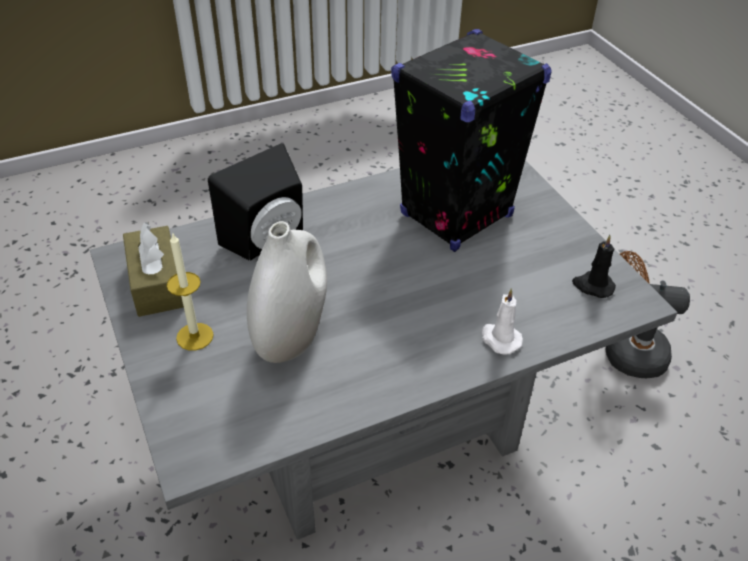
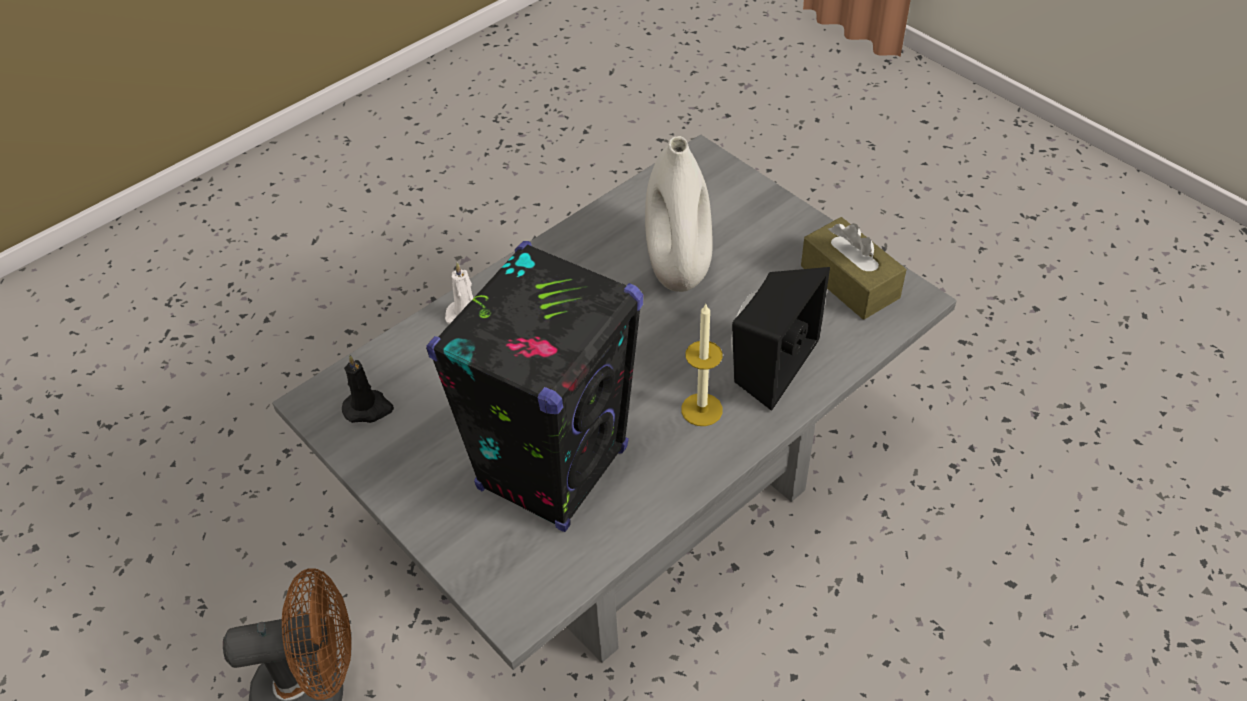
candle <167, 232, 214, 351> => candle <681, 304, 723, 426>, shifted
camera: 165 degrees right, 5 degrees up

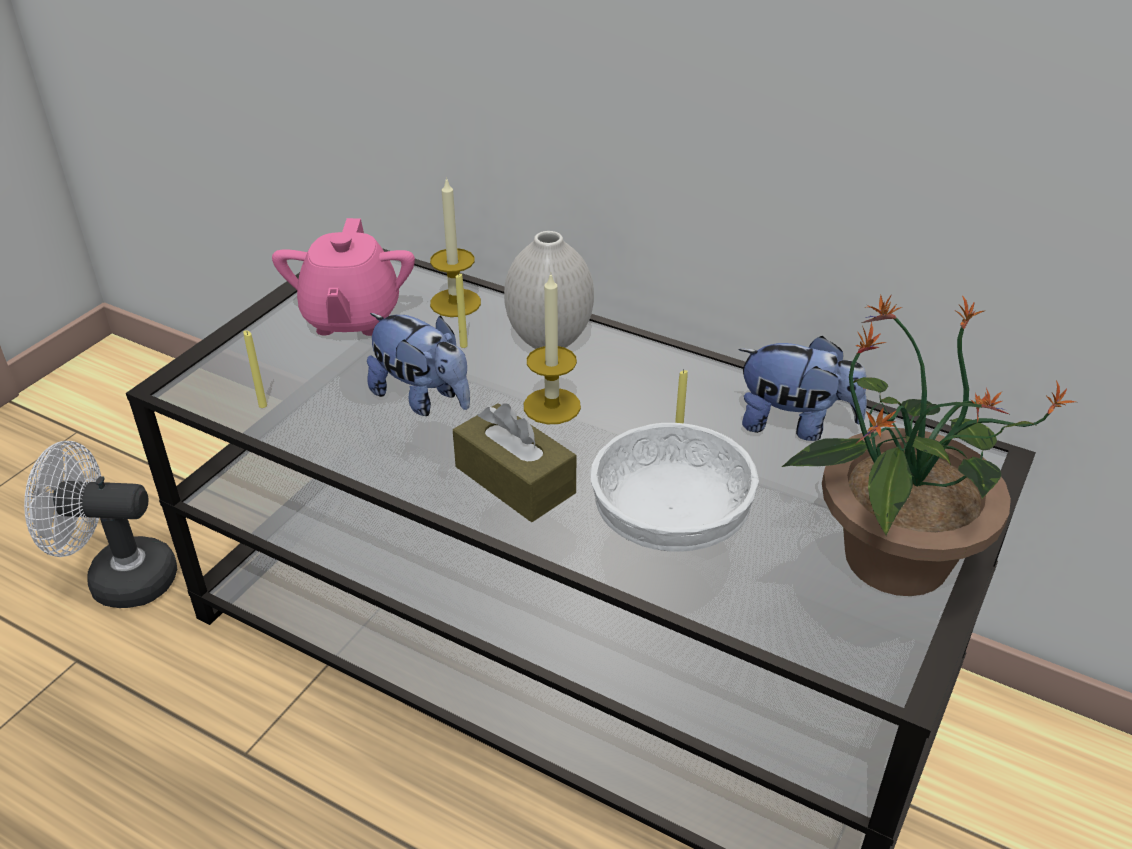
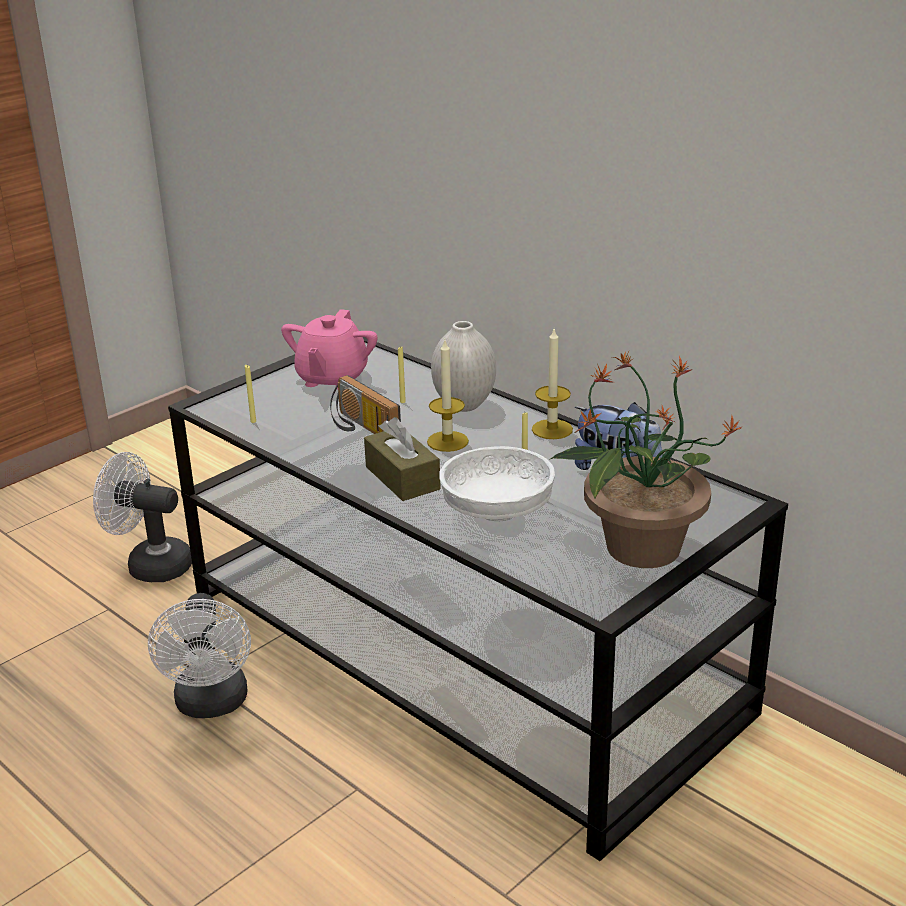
candle <430, 177, 481, 317> => candle <532, 329, 573, 439>, shifted
cuddly toy <367, 313, 470, 416> => radio receiver <330, 375, 401, 434>
nothing => cooling fan/white-coloured <148, 593, 251, 718>
camera: 15 degrees right, 10 degrees down

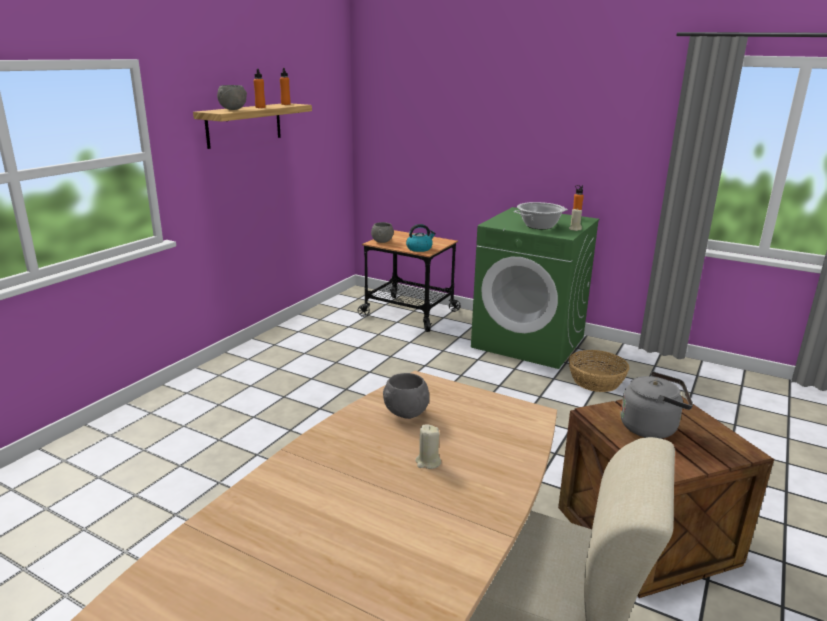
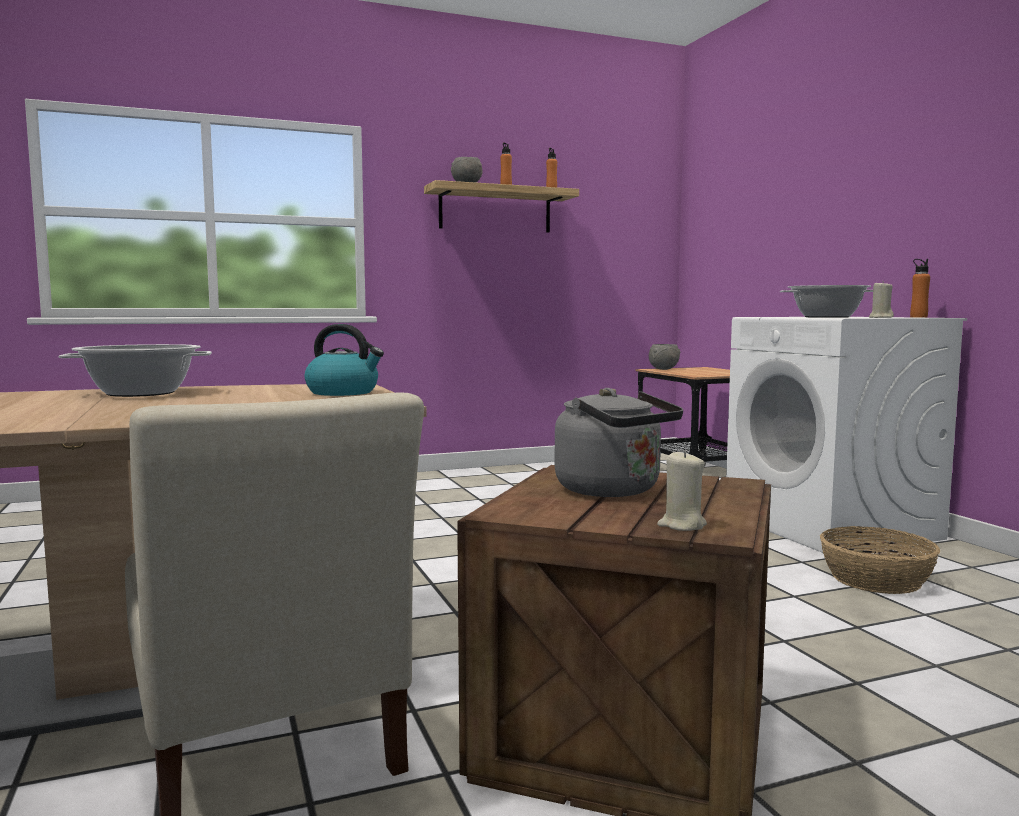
laundry appliance/green-coloured <471, 207, 599, 369> => laundry appliance/white-coloured <726, 317, 967, 553>
tea kettle <406, 224, 436, 252> => tea kettle <305, 324, 384, 396>, shifted
serving bowl/grey <383, 373, 429, 419> => nothing
candle/sand-coloured <416, 425, 441, 469> => candle/sand-coloured <657, 450, 707, 531>, shifted
nothing => stockpot <59, 344, 212, 397>
camera: 40 degrees right, 15 degrees down

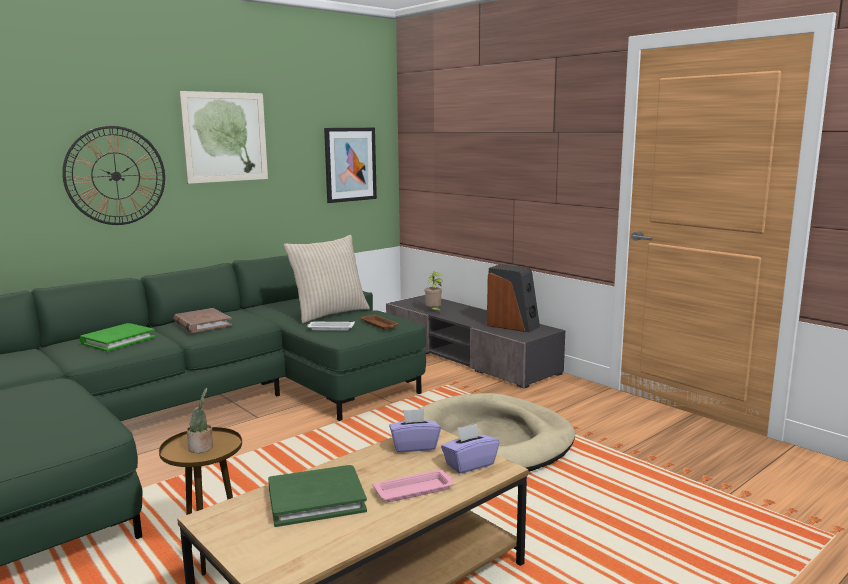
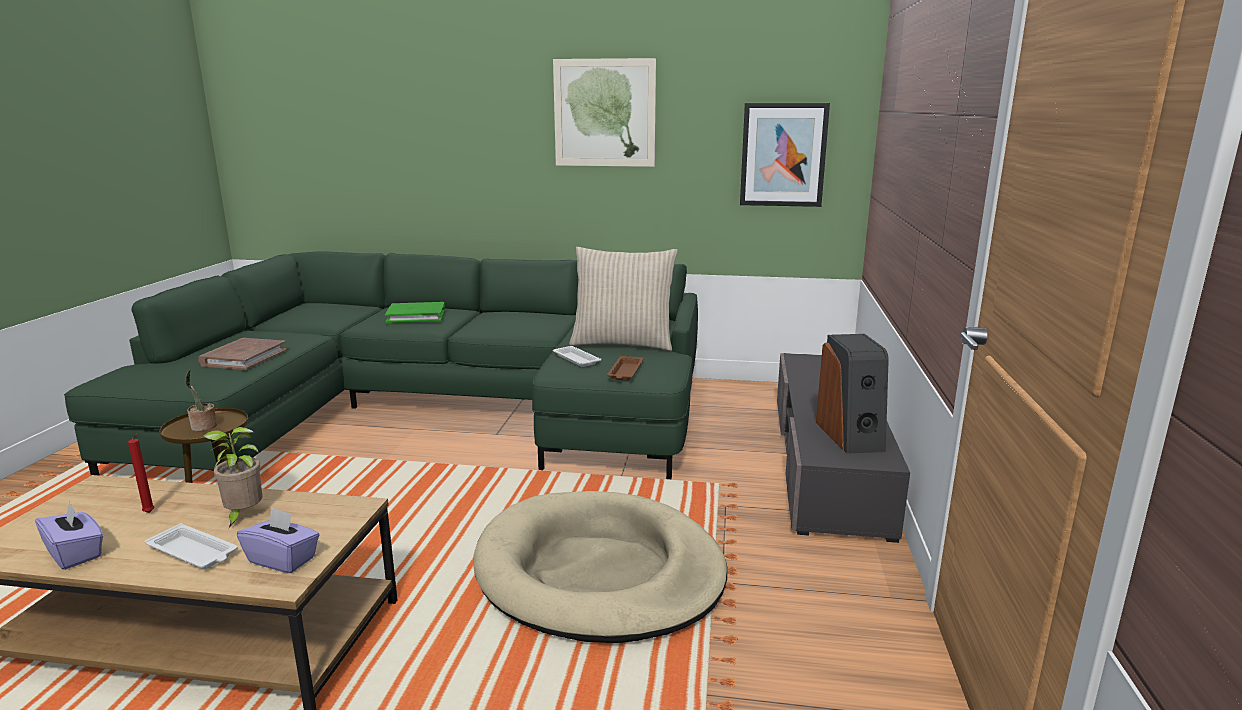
hanging clock <62, 126, 165, 225> => nothing
potted plant <425, 272, 442, 312> => potted plant <202, 427, 263, 528>, shifted
book/brownish <174, 308, 232, 333> => book/brownish <198, 338, 287, 370>, shifted
tissue box/purple-coloured <389, 409, 441, 452> => tissue box/purple-coloured <35, 501, 103, 570>, shifted
book/green-coloured <268, 465, 367, 527> => candle/red-coloured <128, 434, 155, 513>
carrying tray/pink <372, 470, 454, 502> => carrying tray/white-coloured <145, 523, 238, 569>
camera: 50 degrees right, 5 degrees up

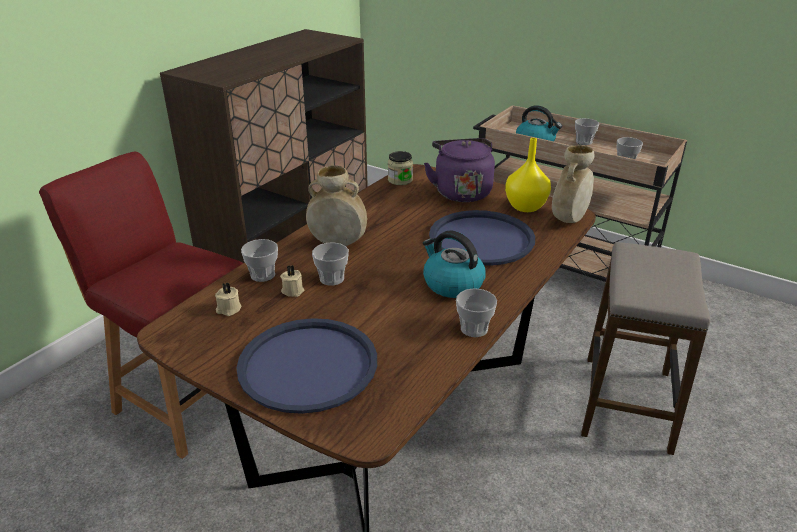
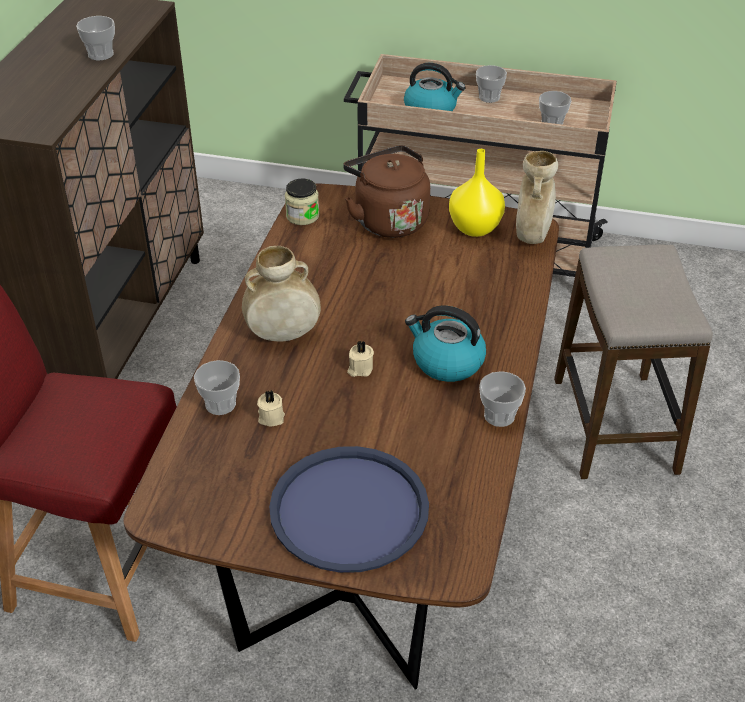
tea kettle/purple-coloured <424, 138, 495, 202> => tea kettle/brownish <343, 145, 430, 238>
carrying tray/bluish <429, 210, 535, 266> => nothing
small cup <312, 243, 349, 286> => small cup <76, 16, 115, 61>, shifted
candle/sand-coloured <215, 282, 241, 316> => candle/sand-coloured <347, 341, 374, 377>, shifted
camera: 20 degrees left, 10 degrees up

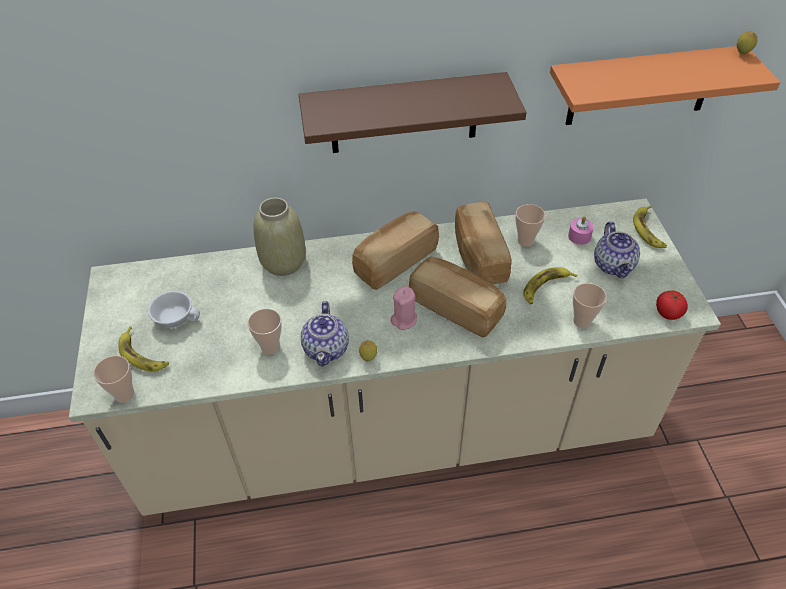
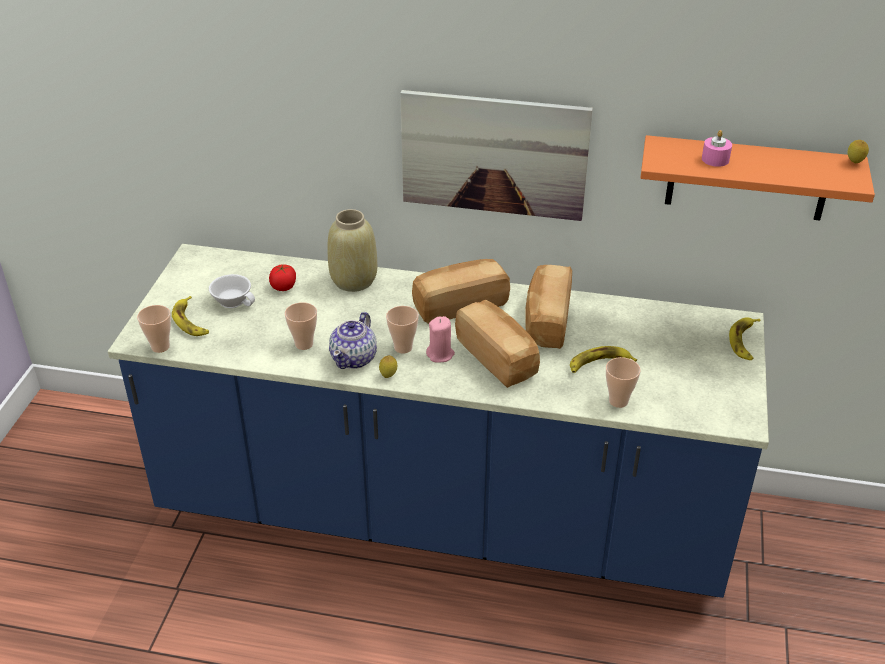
wall shelf/brownish <299, 72, 526, 153> => wall picture <400, 90, 593, 221>
kitchen counter/sand-coloured <69, 199, 721, 516> => kitchen counter/bluish <108, 244, 769, 598>
small cup <515, 204, 545, 247> => small cup <386, 306, 419, 354>, shifted
candle/pink <568, 217, 594, 245> => candle/pink <702, 130, 732, 167>, shifted
teapot <594, 221, 640, 278> => nothing
whole tomato <656, 291, 688, 320> => whole tomato <269, 264, 296, 291>, shifted
camera: 20 degrees right, 10 degrees down

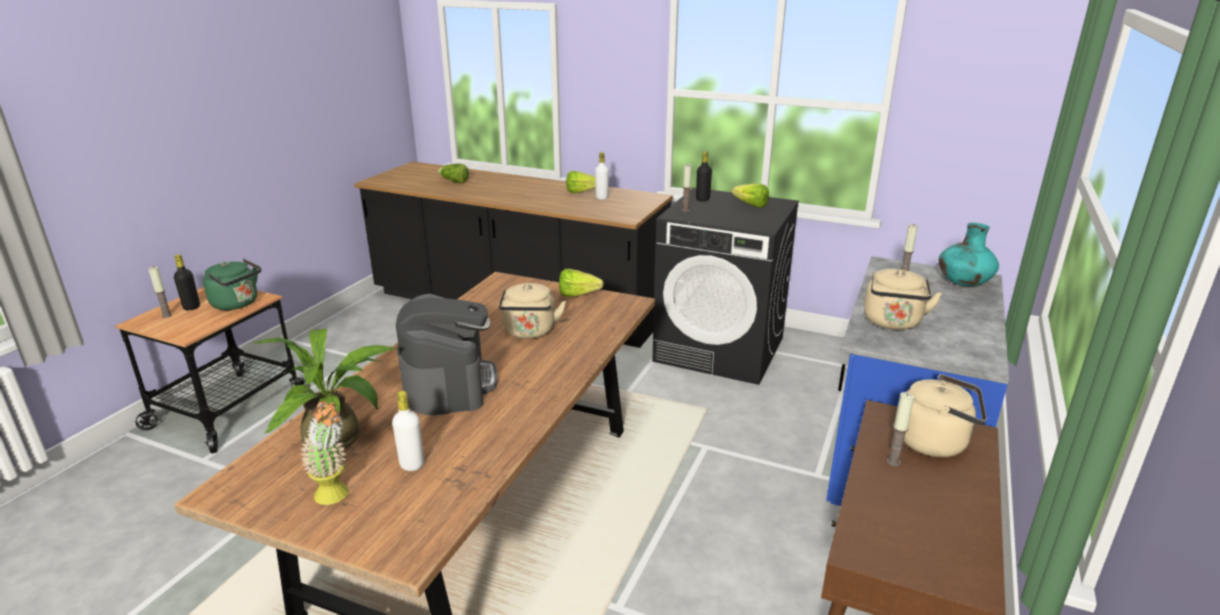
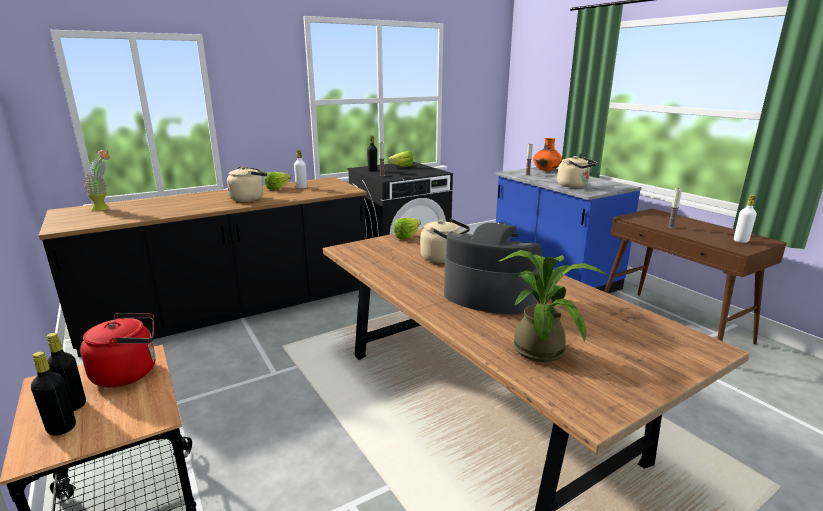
lettuce <437, 164, 469, 183> => nothing
decorative vase/turquoise-coloured <939, 223, 999, 286> => decorative vase/orange <533, 138, 562, 171>
tea kettle/green-coloured <203, 259, 261, 310> => tea kettle/red-coloured <80, 313, 156, 387>
candle <148, 266, 172, 318> => beverage bottle/blackish <31, 352, 76, 435>
tea kettle/sand-coloured <904, 374, 987, 457> => tea kettle/sand-coloured <227, 167, 267, 202>, shifted
beverage bottle/white-coloured <392, 391, 424, 471> => beverage bottle/white-coloured <734, 195, 757, 243>, shifted
potted plant <301, 401, 349, 505> => potted plant <83, 149, 110, 211>, shifted
camera: 55 degrees left, 5 degrees down

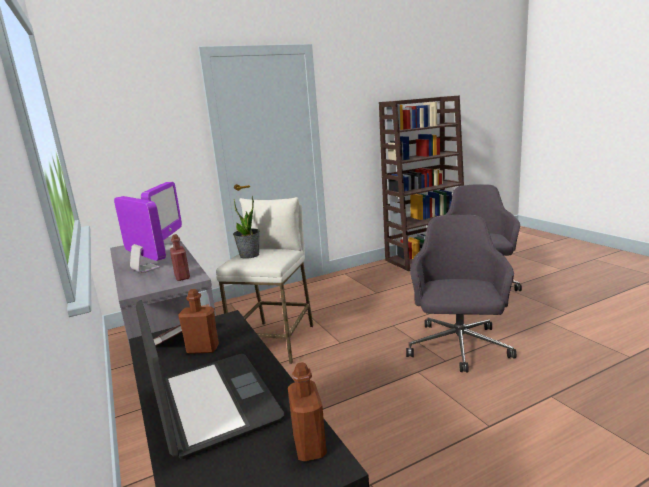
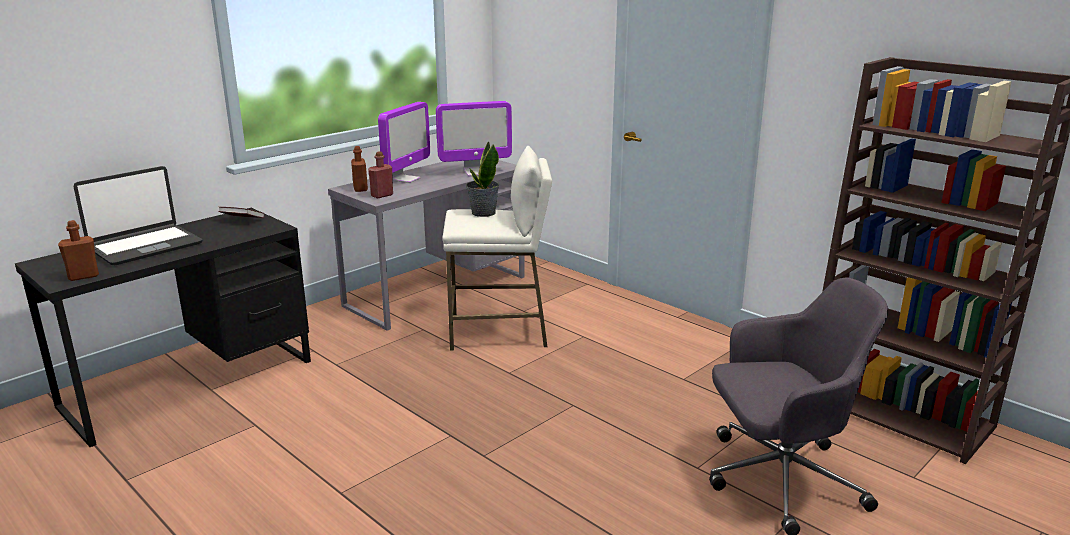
desk chair/grey <406, 215, 516, 372> => nothing
beverage bottle/brownish <178, 289, 219, 354> => beverage bottle/brownish <351, 146, 368, 192>, shifted
camera: 70 degrees right, 5 degrees up

